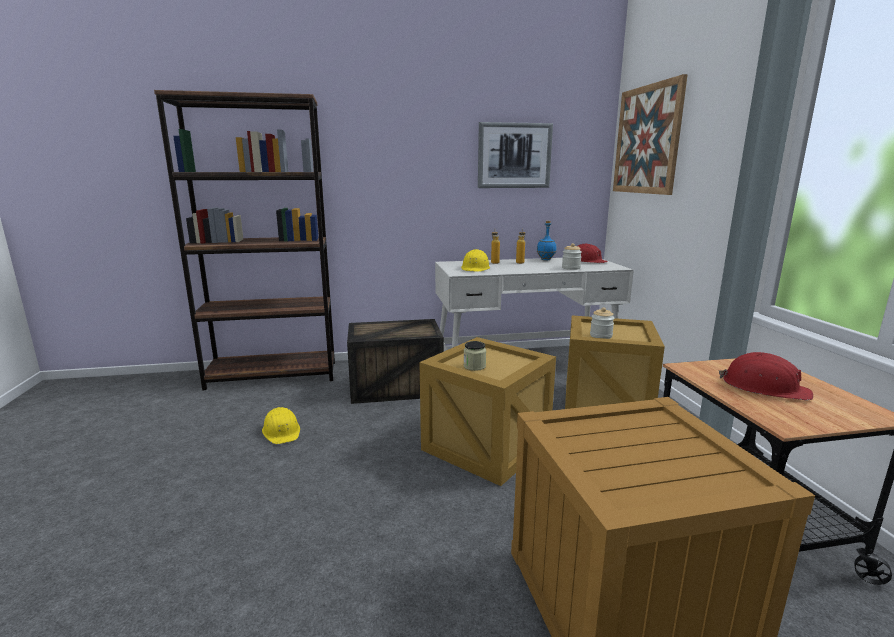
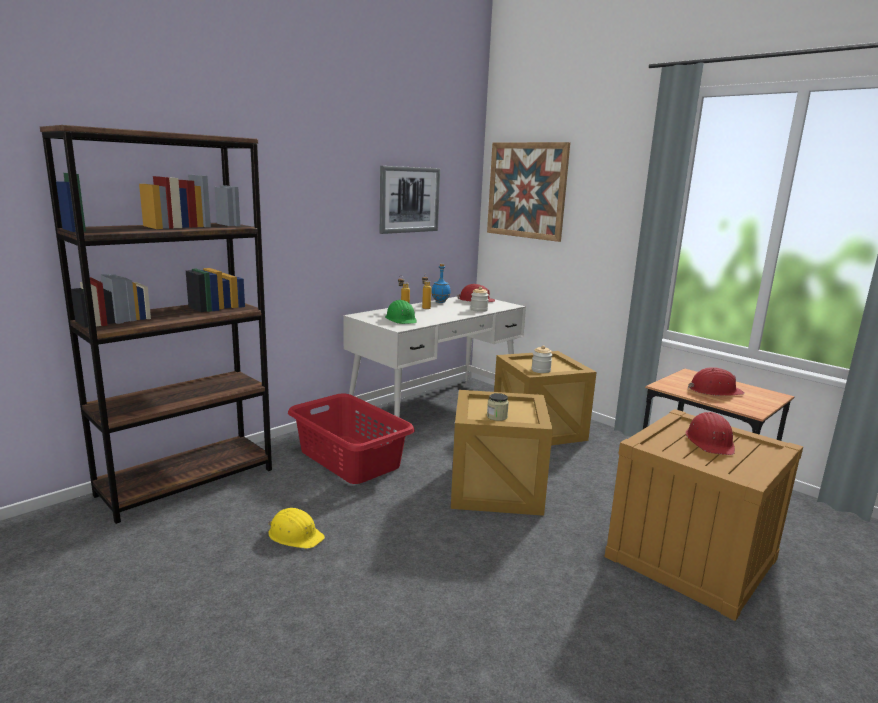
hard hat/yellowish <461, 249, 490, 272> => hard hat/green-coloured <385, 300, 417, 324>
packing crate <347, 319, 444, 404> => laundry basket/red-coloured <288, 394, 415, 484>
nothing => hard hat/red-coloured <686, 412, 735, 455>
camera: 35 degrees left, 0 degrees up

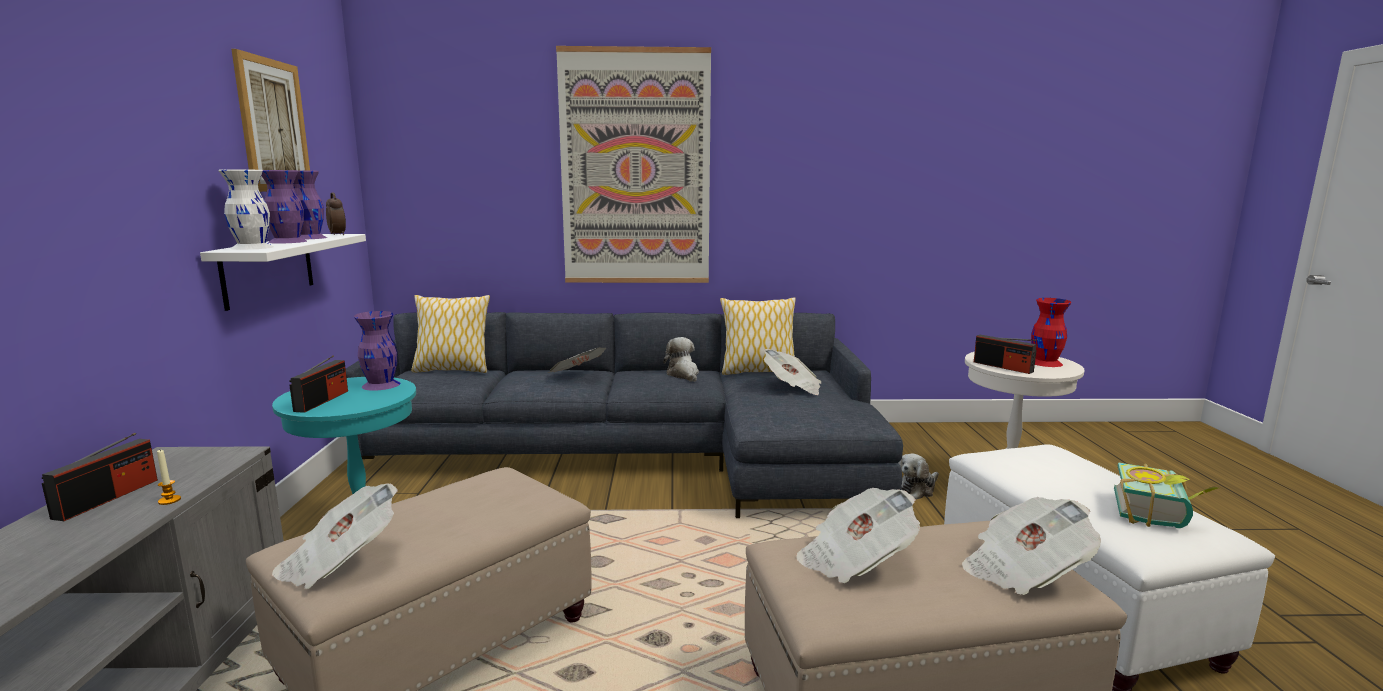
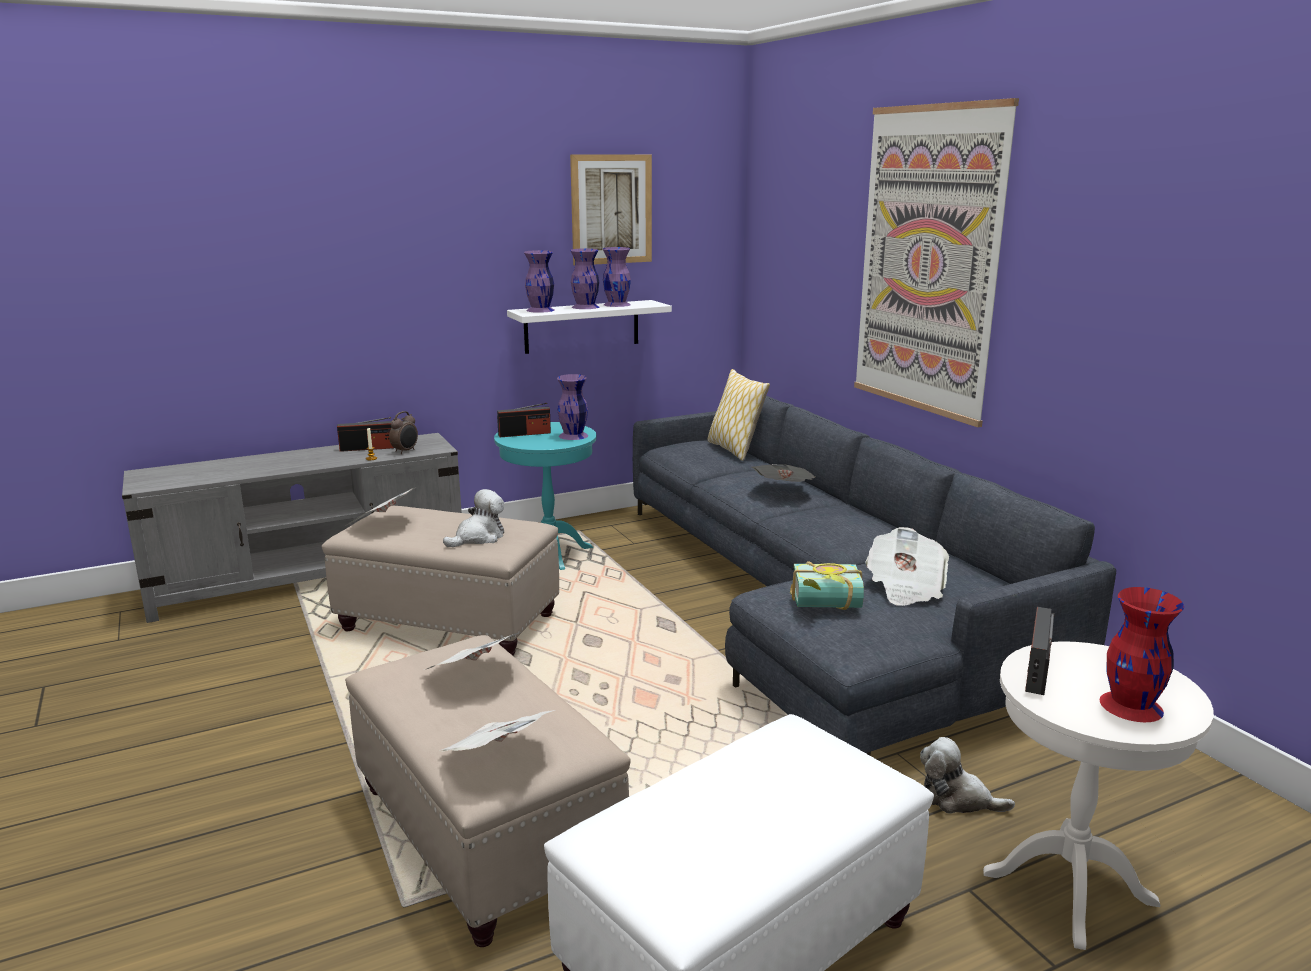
decorative vase/white-coloured <219, 169, 274, 250> => decorative vase/purple-coloured <524, 250, 555, 313>
table clock <326, 193, 346, 235> => table clock <389, 411, 418, 454>, shifted
pillow <720, 297, 796, 375> => nothing
cuddly toy <663, 337, 699, 382> => cuddly toy <443, 489, 504, 547>, shifted
book <1114, 462, 1218, 528> => book <790, 561, 864, 610>, shifted
camera: 65 degrees right, 5 degrees up

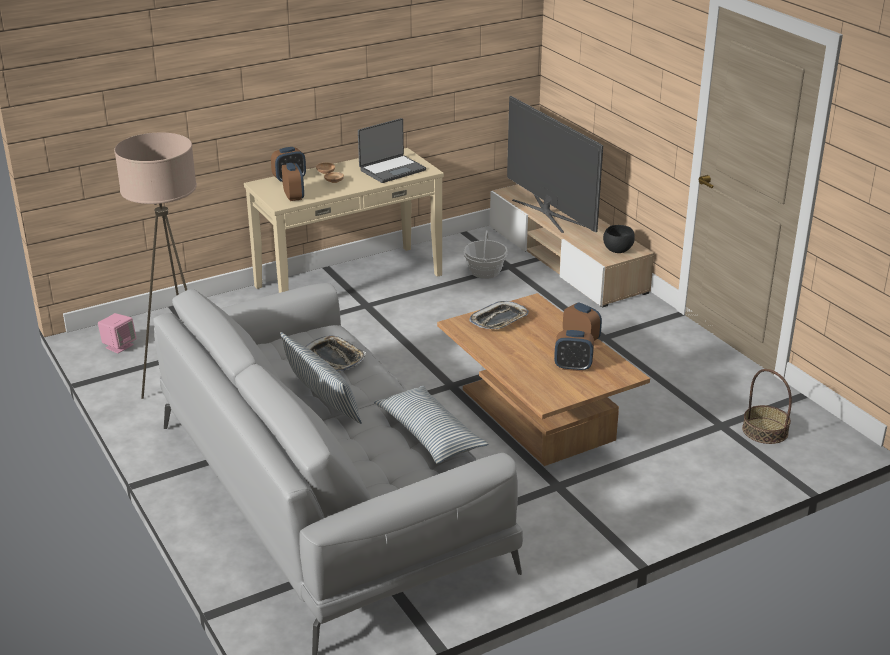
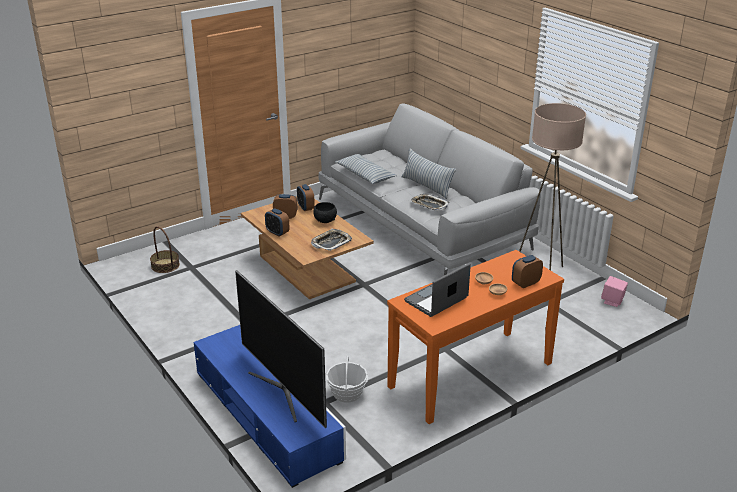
console table/sand-coloured <244, 148, 444, 293> => console table/orange <387, 250, 564, 424>
table clock <282, 163, 304, 201> => table clock <297, 184, 315, 211>, shifted
tv unit/sand-coloured <490, 184, 654, 308> => tv unit/bluish <194, 325, 346, 488>
serving bowl/blackish <603, 225, 635, 253> => serving bowl/blackish <314, 202, 337, 223>, shifted
camera: 175 degrees right, 0 degrees up

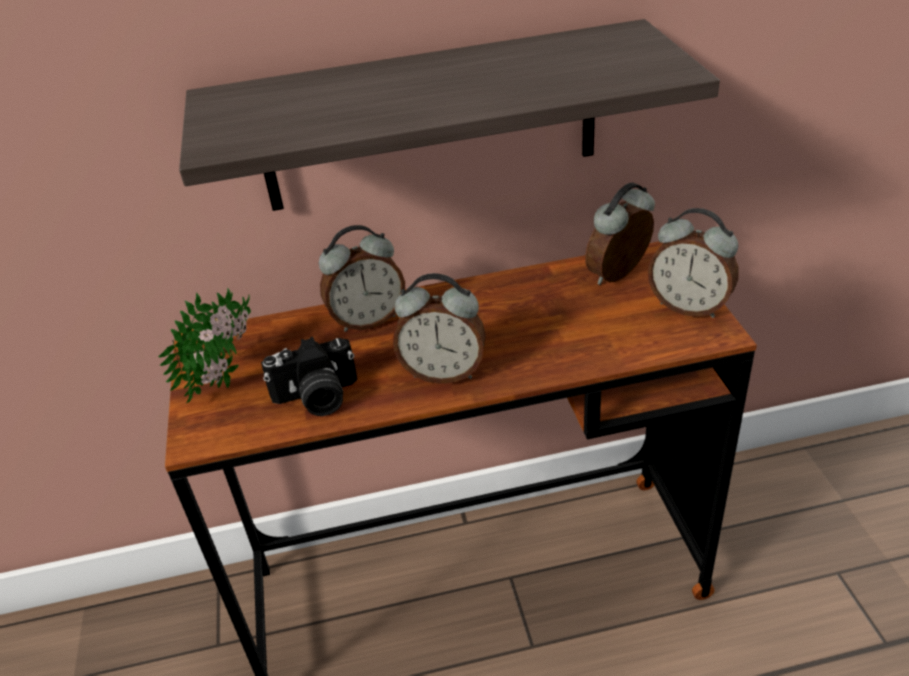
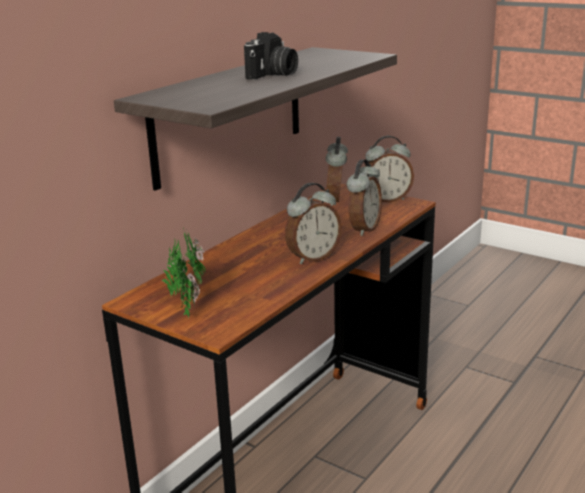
table clock <319, 225, 405, 332> => table clock <347, 160, 382, 236>, shifted
photo camera <261, 336, 357, 416> => photo camera <244, 32, 298, 80>, shifted
camera: 45 degrees left, 15 degrees down

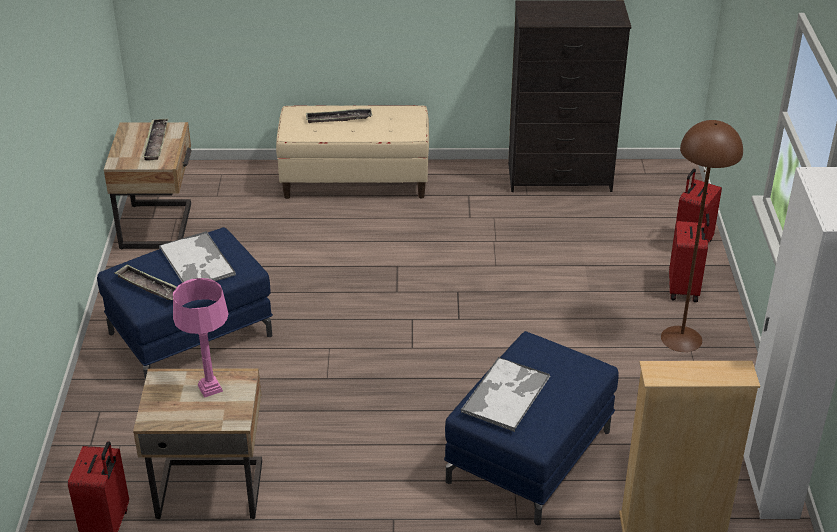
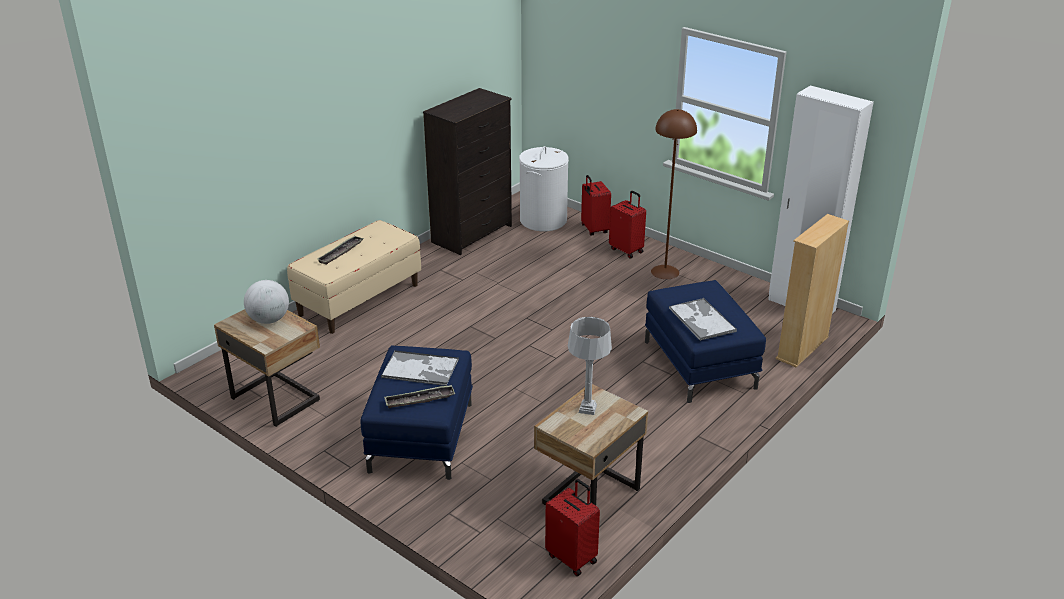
carrying tray <143, 119, 168, 160> => globe <244, 280, 289, 324>
table lamp/pink <173, 278, 229, 398> => table lamp/grey <568, 317, 612, 415>
nothing => laundry basket/white-coloured <519, 146, 569, 231>
camera: 50 degrees left, 5 degrees down

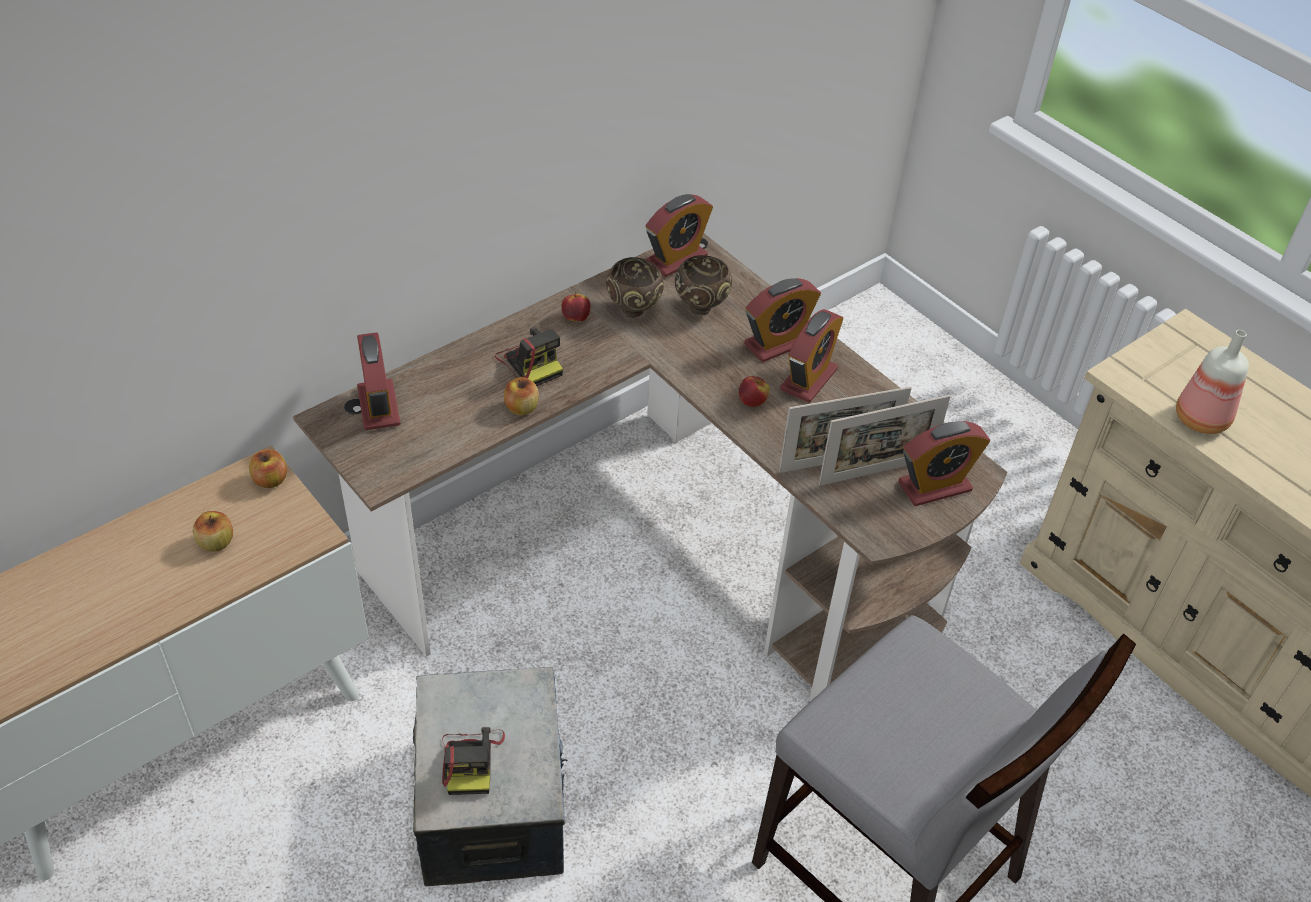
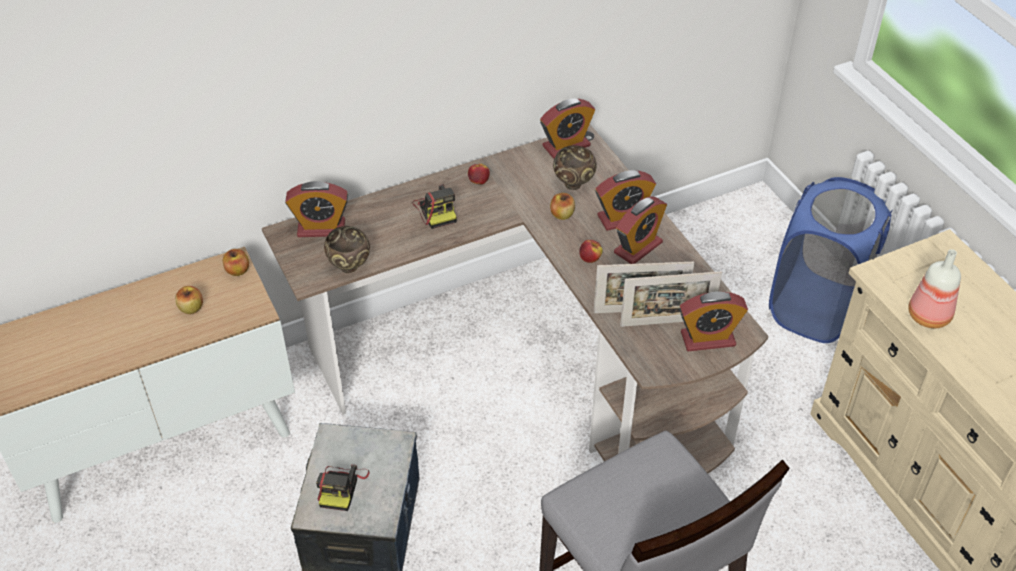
serving bowl/brownish <606, 257, 664, 318> => serving bowl/brownish <324, 226, 370, 273>, shifted
table clock <357, 332, 401, 430> => table clock <285, 181, 348, 237>, 90 degrees counterclockwise
whole apple <504, 377, 539, 415> => whole apple <550, 193, 575, 220>, shifted
nothing => laundry basket/bluish <769, 177, 893, 343>
camera: 15 degrees right, 0 degrees up

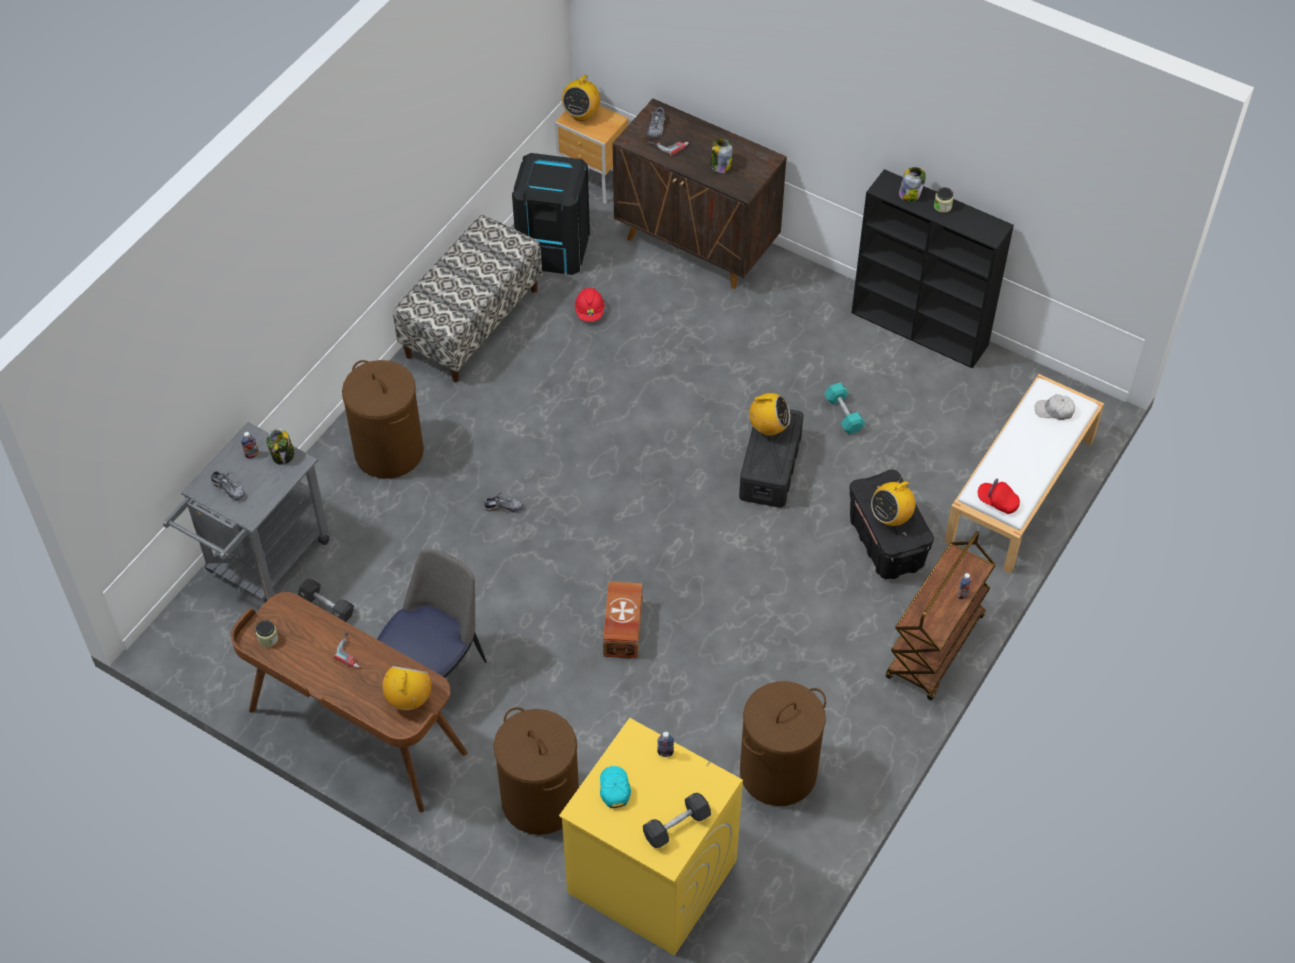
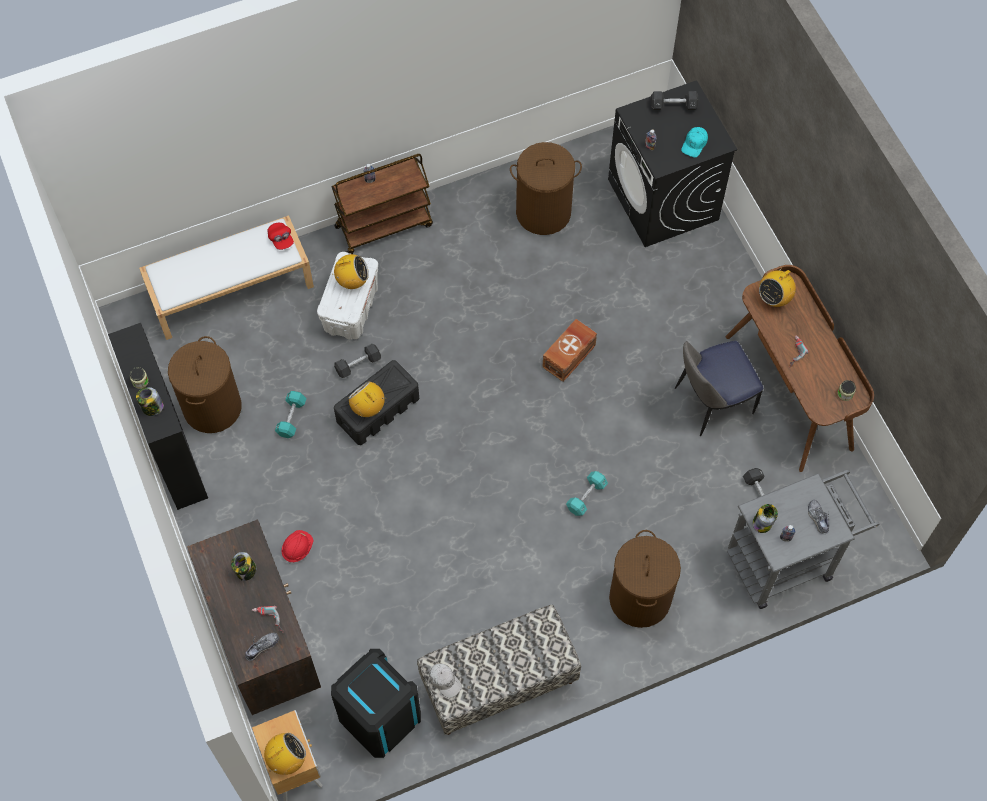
hard hat/red-coloured <575, 288, 605, 322> => hard hat/red-coloured <282, 530, 313, 564>, shifted
cap/white-coloured <1035, 394, 1075, 420> => cap/white-coloured <429, 664, 462, 698>, shifted
storage container/blackish <849, 470, 934, 579> => storage container/white-coloured <317, 252, 378, 340>
low shoe <483, 491, 523, 513> => hand weight/turquoise-coloured <566, 471, 608, 516>
laundry basket/brownish <494, 707, 579, 835> => laundry basket/brownish <168, 336, 242, 433>, shifted
laundry appliance/yellowish <559, 718, 743, 956> => laundry appliance/blackish <608, 80, 738, 247>
nothing => hand weight/blackish <334, 344, 381, 378>
camera: 145 degrees left, 10 degrees up

